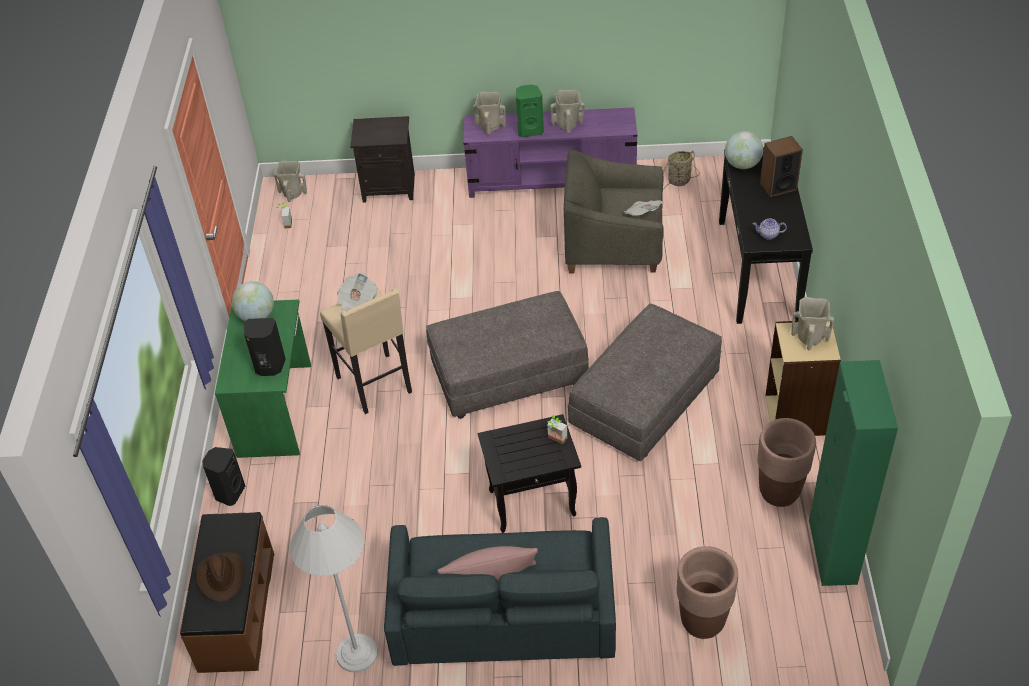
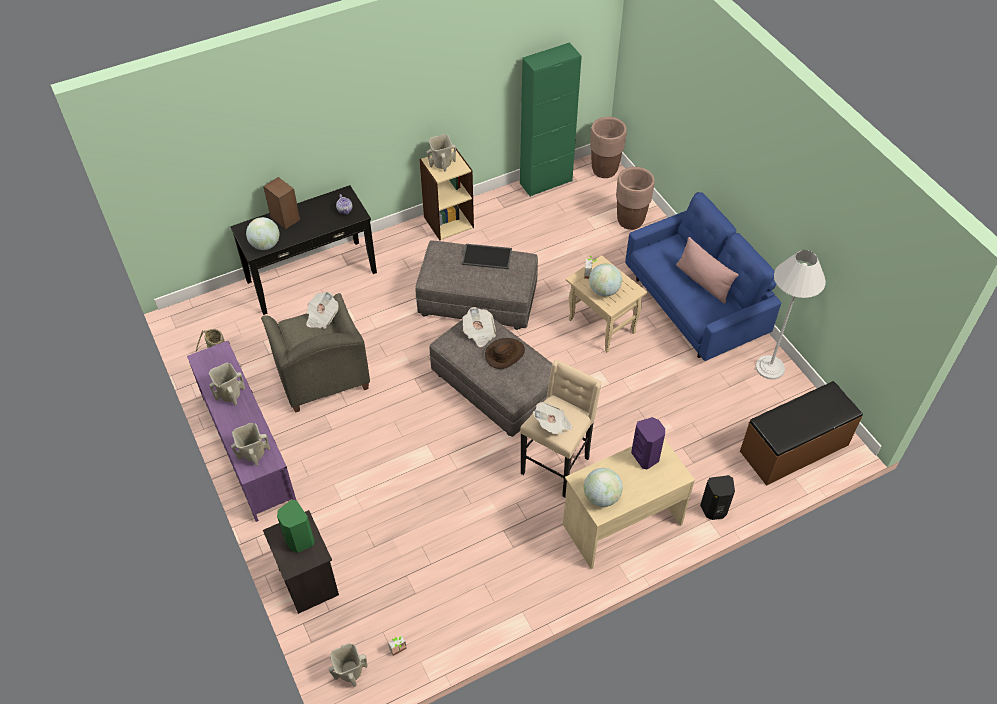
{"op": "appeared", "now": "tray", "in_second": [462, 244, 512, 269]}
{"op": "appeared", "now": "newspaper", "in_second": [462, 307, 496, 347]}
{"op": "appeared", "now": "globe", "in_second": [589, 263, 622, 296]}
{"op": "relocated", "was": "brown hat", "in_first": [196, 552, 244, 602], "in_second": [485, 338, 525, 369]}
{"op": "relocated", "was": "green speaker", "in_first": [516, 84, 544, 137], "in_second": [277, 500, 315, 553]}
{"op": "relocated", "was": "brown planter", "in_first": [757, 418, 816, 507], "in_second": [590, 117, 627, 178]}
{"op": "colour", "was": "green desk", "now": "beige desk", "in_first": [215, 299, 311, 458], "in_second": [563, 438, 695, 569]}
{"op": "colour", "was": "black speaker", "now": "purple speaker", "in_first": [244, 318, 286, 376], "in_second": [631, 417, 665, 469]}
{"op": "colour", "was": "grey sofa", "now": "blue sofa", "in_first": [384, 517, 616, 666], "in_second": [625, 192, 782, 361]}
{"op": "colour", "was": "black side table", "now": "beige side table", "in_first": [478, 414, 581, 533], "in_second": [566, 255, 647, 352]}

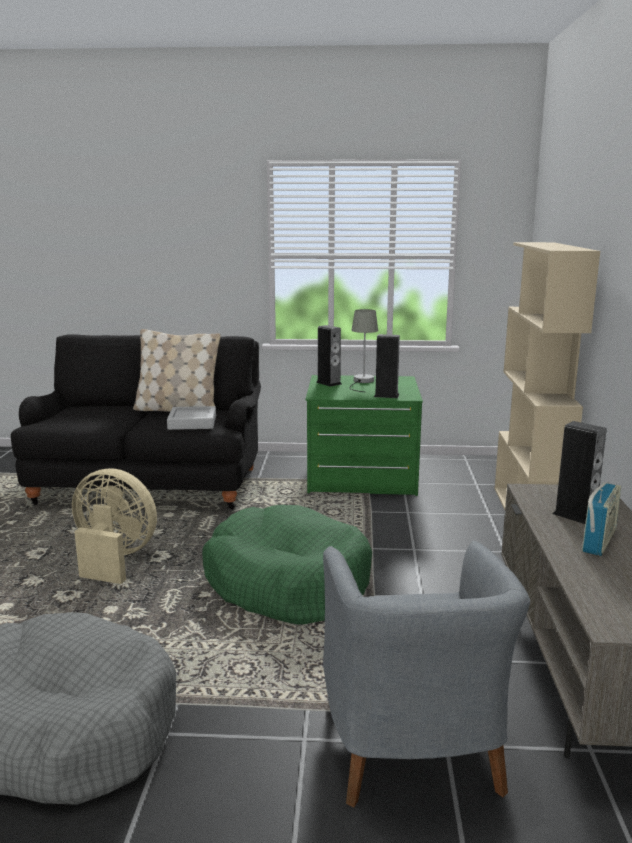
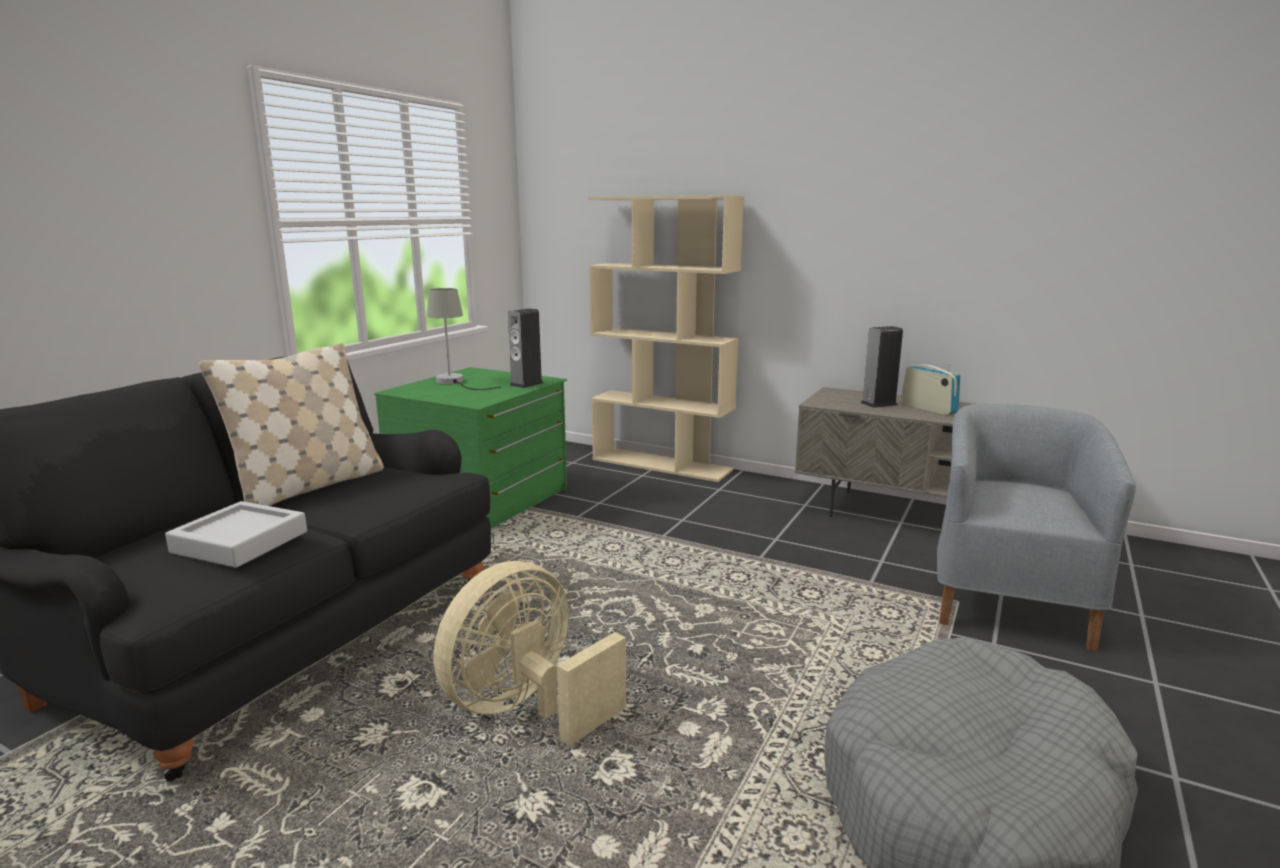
{"op": "missing", "was": "green dog bed", "in_first": [202, 505, 372, 625]}
{"op": "missing", "was": "speaker", "in_first": [316, 325, 341, 387]}
{"op": "relocated", "was": "grey tray", "in_first": [167, 406, 216, 430], "in_second": [165, 501, 307, 568]}
{"op": "spun", "was": "grey armchair", "in_first": [323, 541, 530, 808], "in_second": [937, 404, 1136, 652], "clockwise": -90}

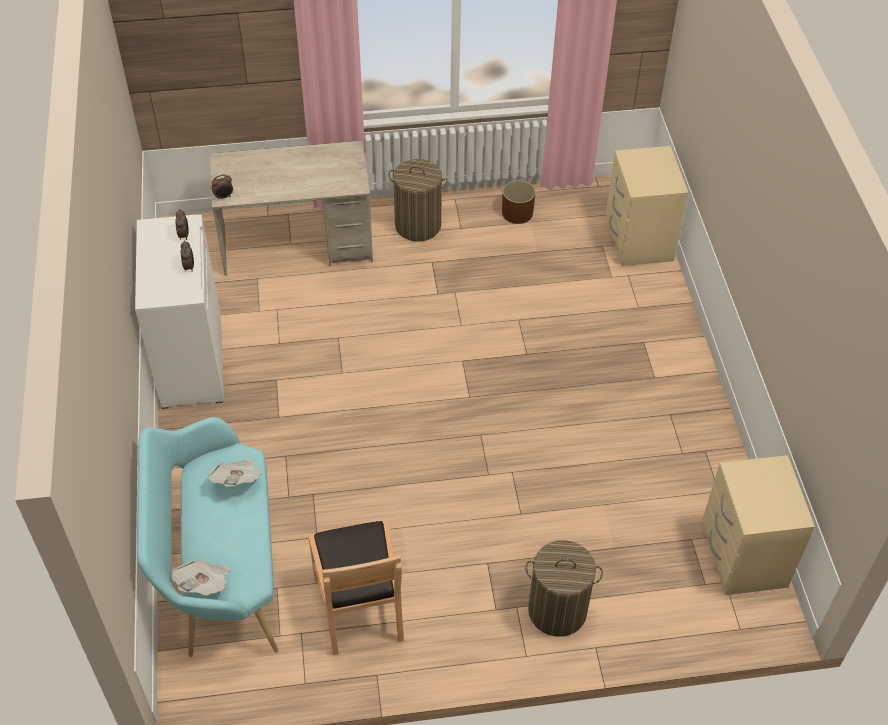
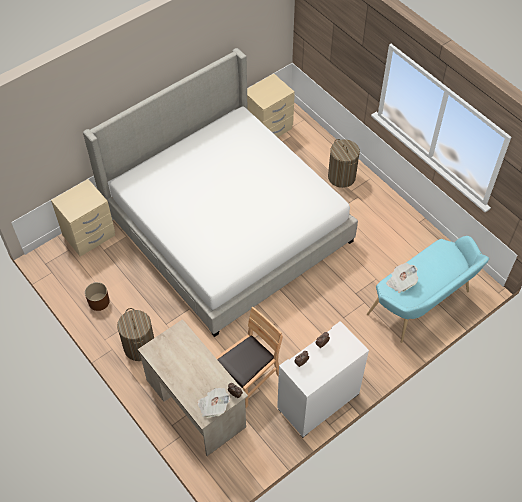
{"op": "appeared", "now": "bed", "in_second": [83, 48, 358, 337]}
{"op": "relocated", "was": "newspaper", "in_first": [171, 559, 230, 595], "in_second": [197, 388, 230, 417]}
{"op": "relocated", "was": "brown chair", "in_first": [308, 521, 404, 655], "in_second": [216, 307, 283, 408]}

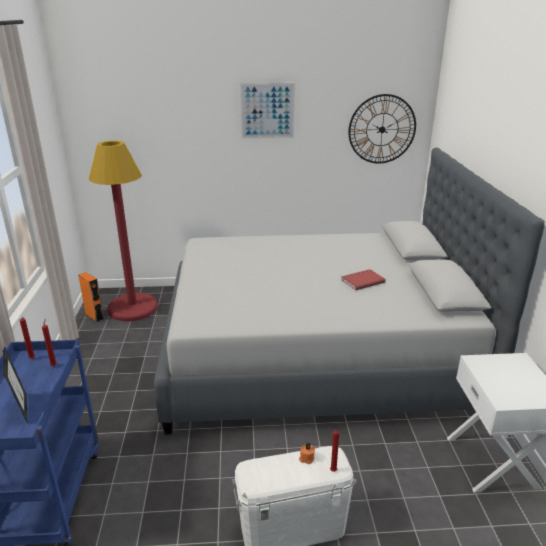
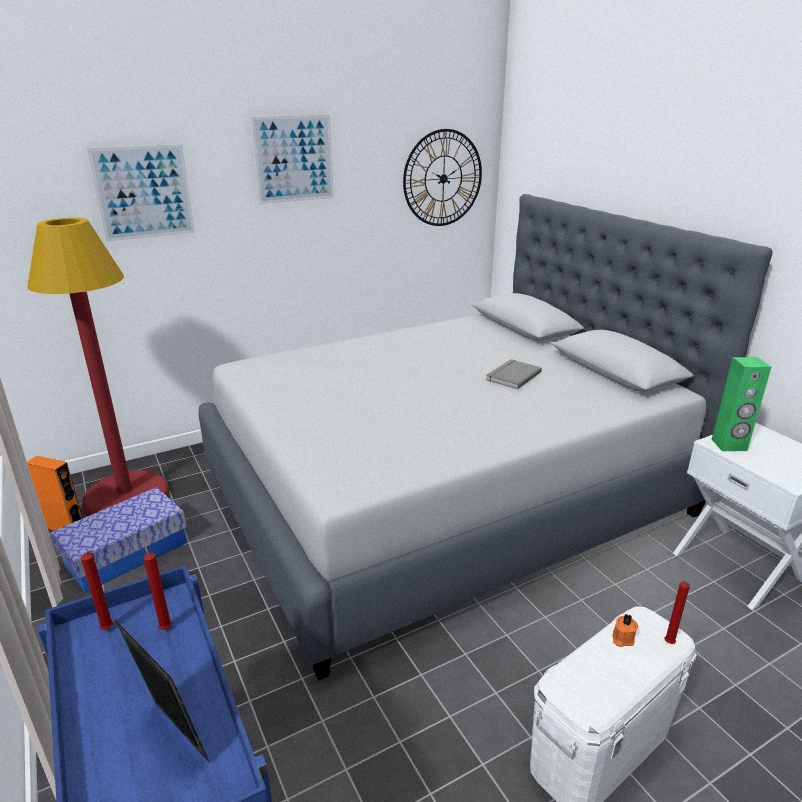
{"op": "appeared", "now": "storage box", "in_second": [51, 487, 187, 593]}
{"op": "appeared", "now": "picture", "in_second": [87, 144, 195, 242]}
{"op": "appeared", "now": "green speaker", "in_second": [711, 357, 772, 451]}
{"op": "colour", "was": "red book", "now": "grey book", "in_first": [341, 269, 386, 290], "in_second": [486, 359, 542, 389]}

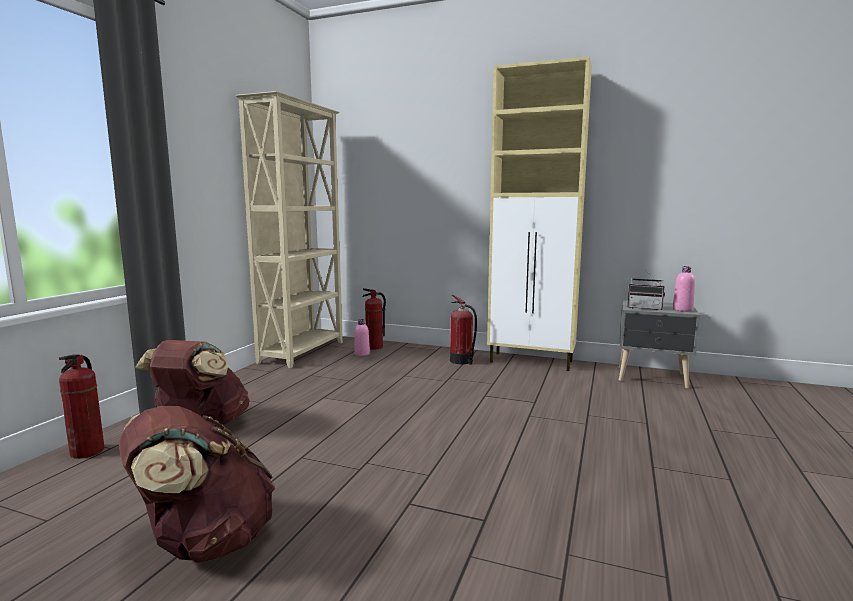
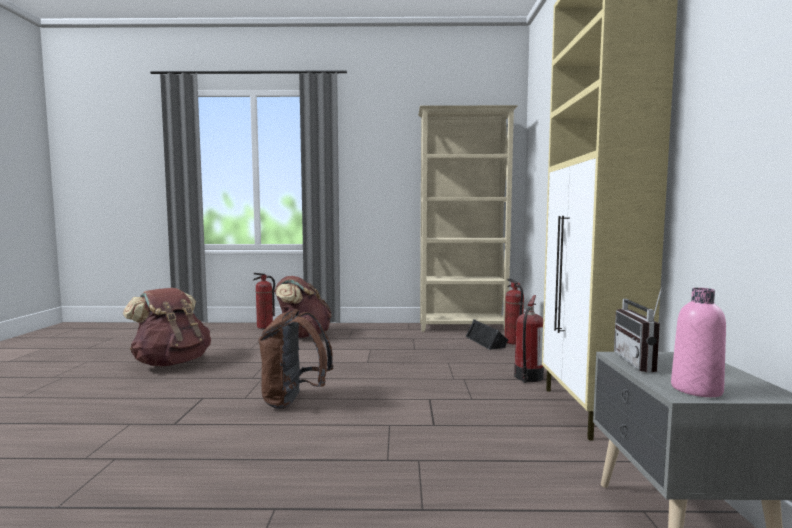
{"op": "appeared", "now": "brown backpack", "in_second": [258, 309, 334, 409]}
{"op": "exchanged", "was": "pink bottle", "now": "black speaker", "in_first": [355, 319, 370, 356], "in_second": [465, 319, 508, 350]}

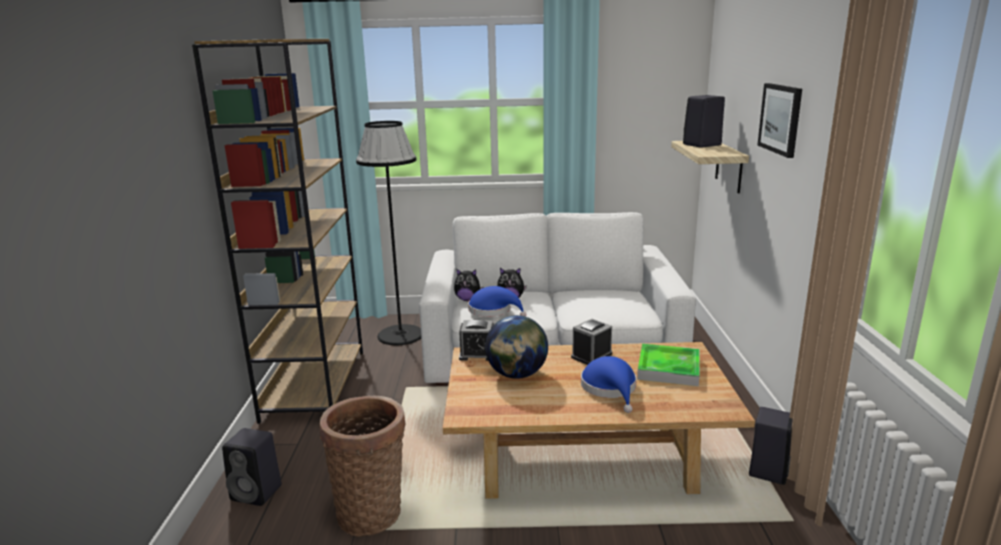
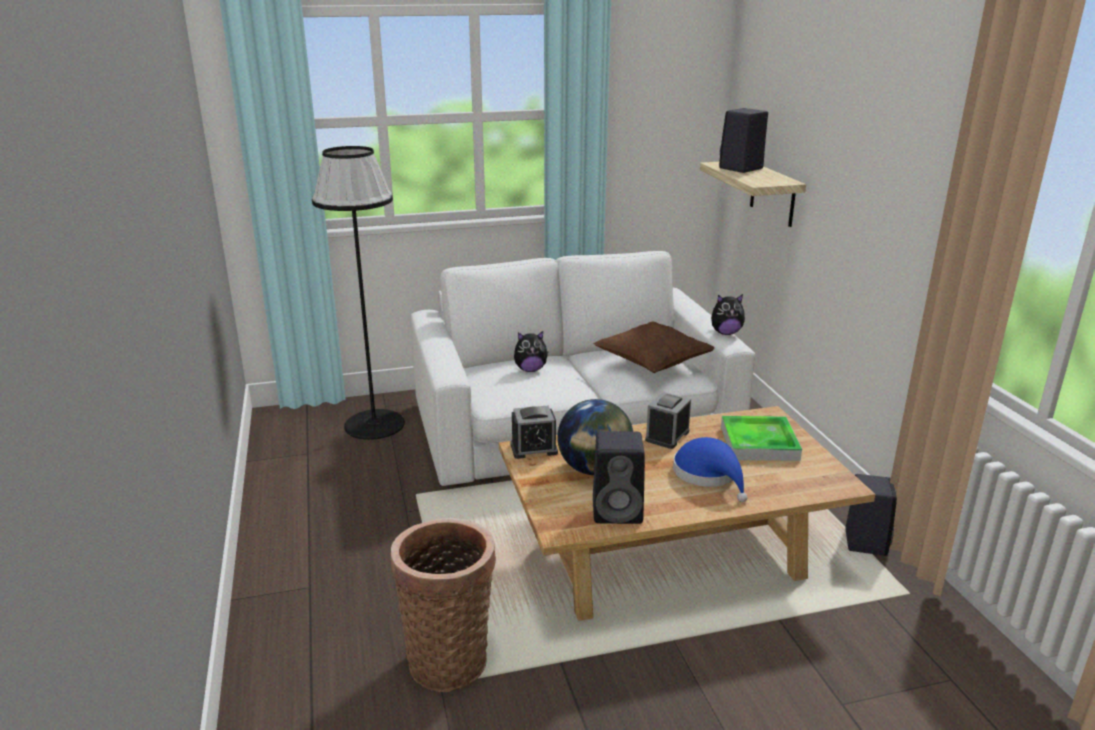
{"op": "missing", "was": "brown bookcase", "in_first": [192, 39, 363, 424]}
{"op": "missing", "was": "blue hat", "in_first": [468, 286, 526, 317]}
{"op": "missing", "was": "picture", "in_first": [758, 83, 802, 158]}
{"op": "appeared", "now": "brown pillow", "in_second": [593, 321, 714, 373]}
{"op": "relocated", "was": "black speaker", "in_first": [222, 428, 282, 506], "in_second": [593, 431, 645, 524]}
{"op": "relocated", "was": "plush toy", "in_first": [454, 269, 484, 301], "in_second": [711, 294, 745, 335]}

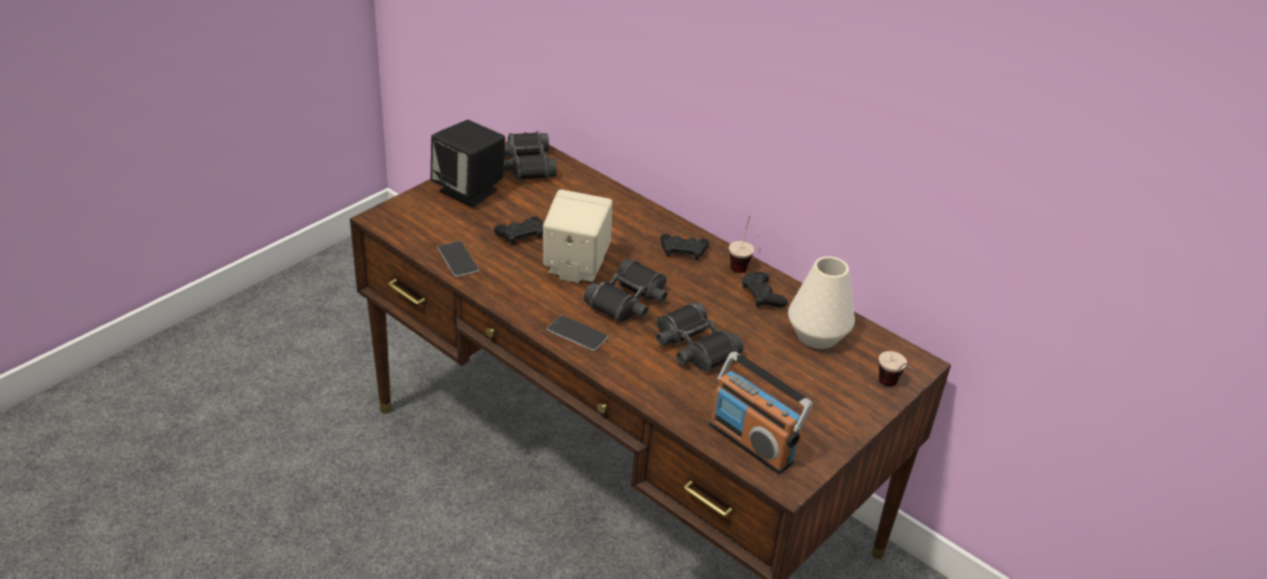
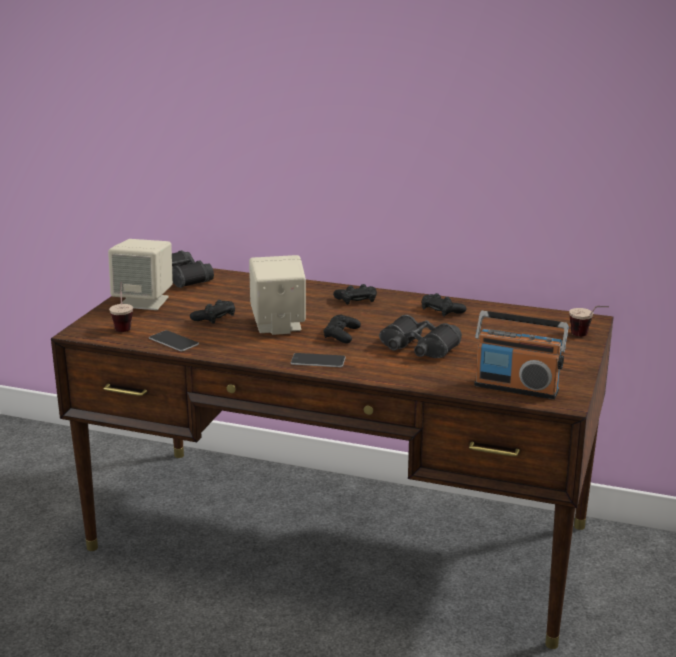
{"op": "missing", "was": "white vase", "in_first": [788, 256, 855, 349]}
{"op": "relocated", "was": "cup", "in_first": [729, 216, 754, 273], "in_second": [109, 282, 133, 332]}
{"op": "exchanged", "was": "black binoculars", "now": "black game controller", "in_first": [584, 259, 667, 322], "in_second": [324, 314, 361, 343]}
{"op": "colour", "was": "black speaker", "now": "beige speaker", "in_first": [430, 120, 505, 207], "in_second": [108, 239, 173, 310]}

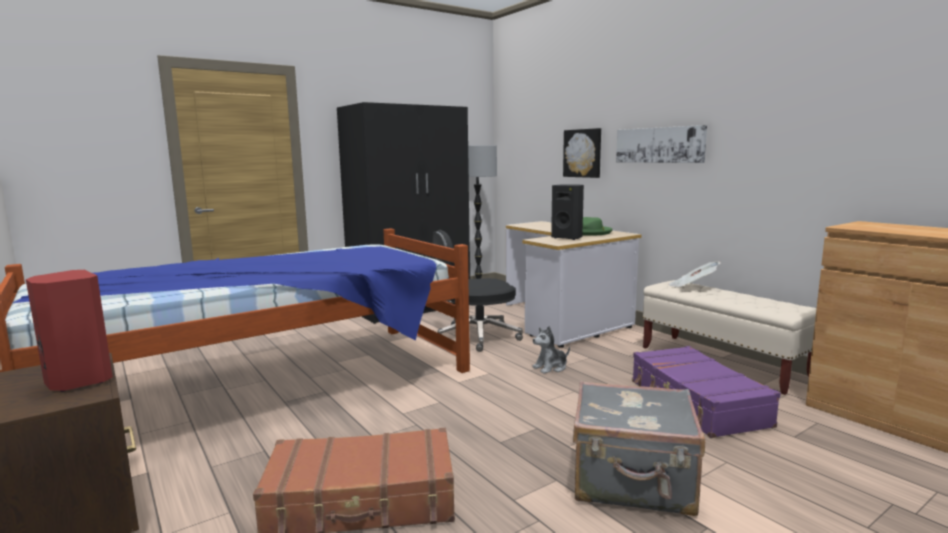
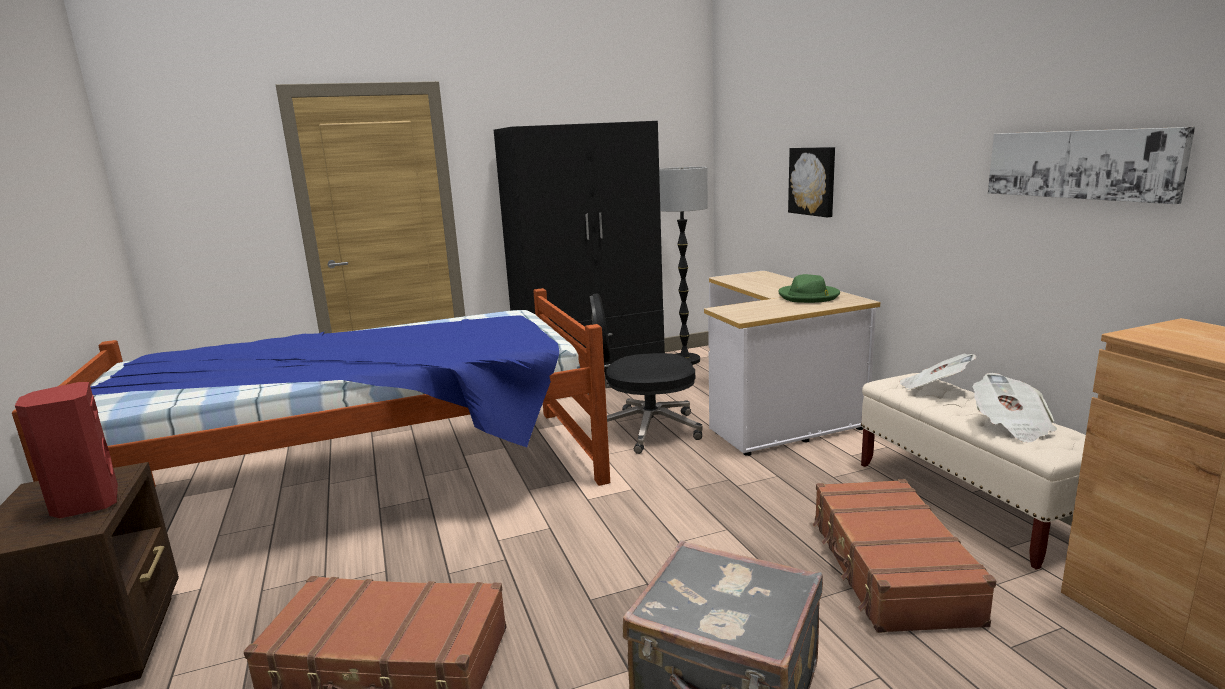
{"op": "missing", "was": "plush toy", "in_first": [532, 326, 570, 374]}
{"op": "missing", "was": "black speaker", "in_first": [551, 184, 584, 240]}
{"op": "appeared", "now": "newspaper", "in_second": [973, 373, 1057, 443]}
{"op": "relocated", "was": "picture", "in_first": [616, 125, 707, 163], "in_second": [988, 127, 1195, 204]}
{"op": "colour", "was": "purple suitcase", "now": "brown suitcase", "in_first": [632, 346, 781, 438], "in_second": [812, 479, 996, 633]}

